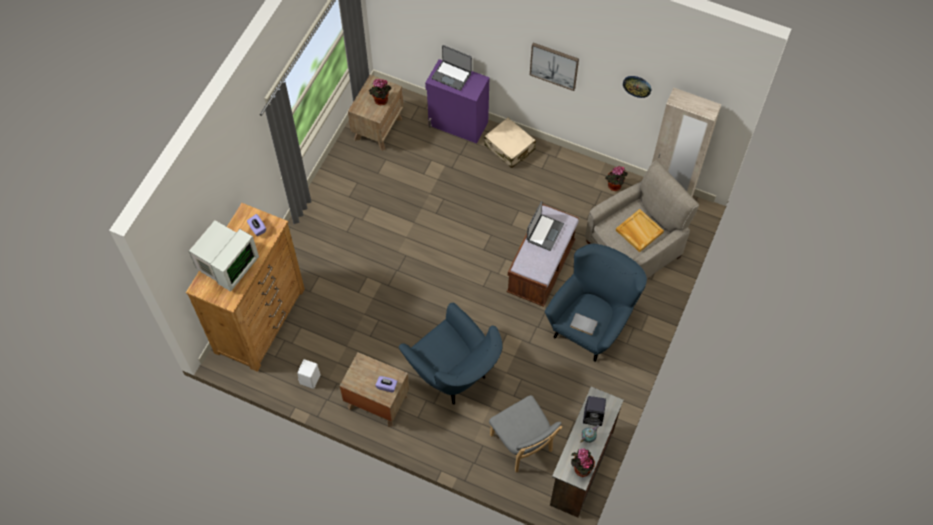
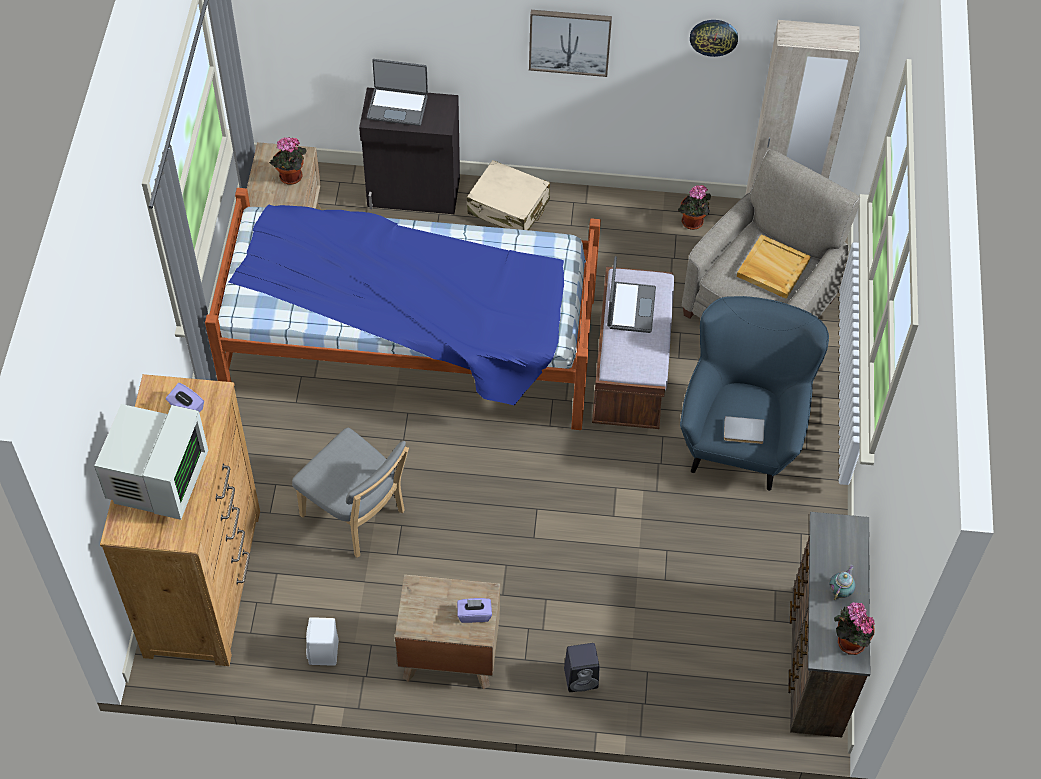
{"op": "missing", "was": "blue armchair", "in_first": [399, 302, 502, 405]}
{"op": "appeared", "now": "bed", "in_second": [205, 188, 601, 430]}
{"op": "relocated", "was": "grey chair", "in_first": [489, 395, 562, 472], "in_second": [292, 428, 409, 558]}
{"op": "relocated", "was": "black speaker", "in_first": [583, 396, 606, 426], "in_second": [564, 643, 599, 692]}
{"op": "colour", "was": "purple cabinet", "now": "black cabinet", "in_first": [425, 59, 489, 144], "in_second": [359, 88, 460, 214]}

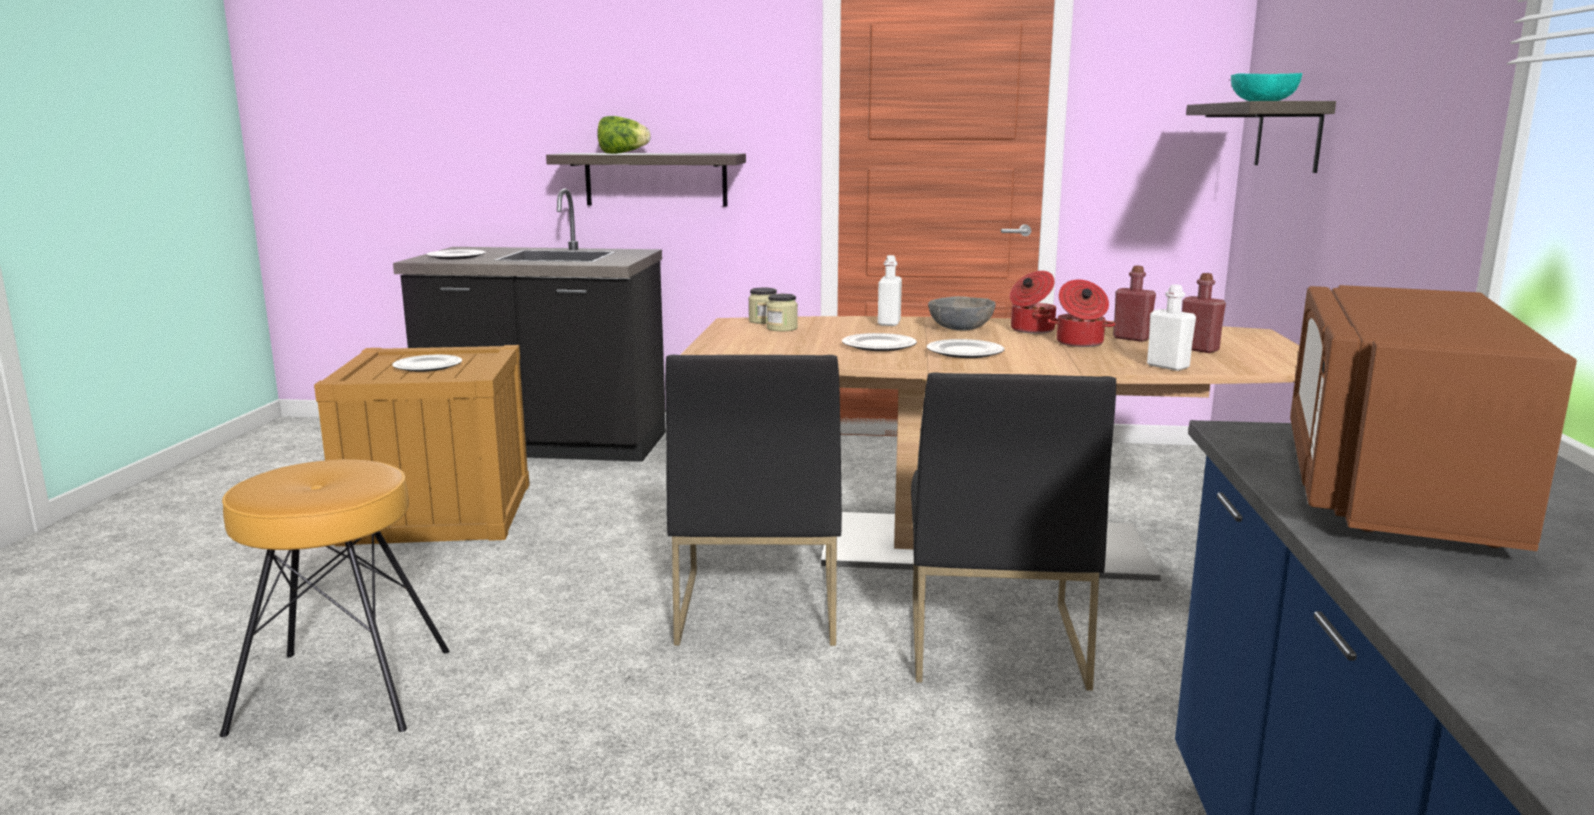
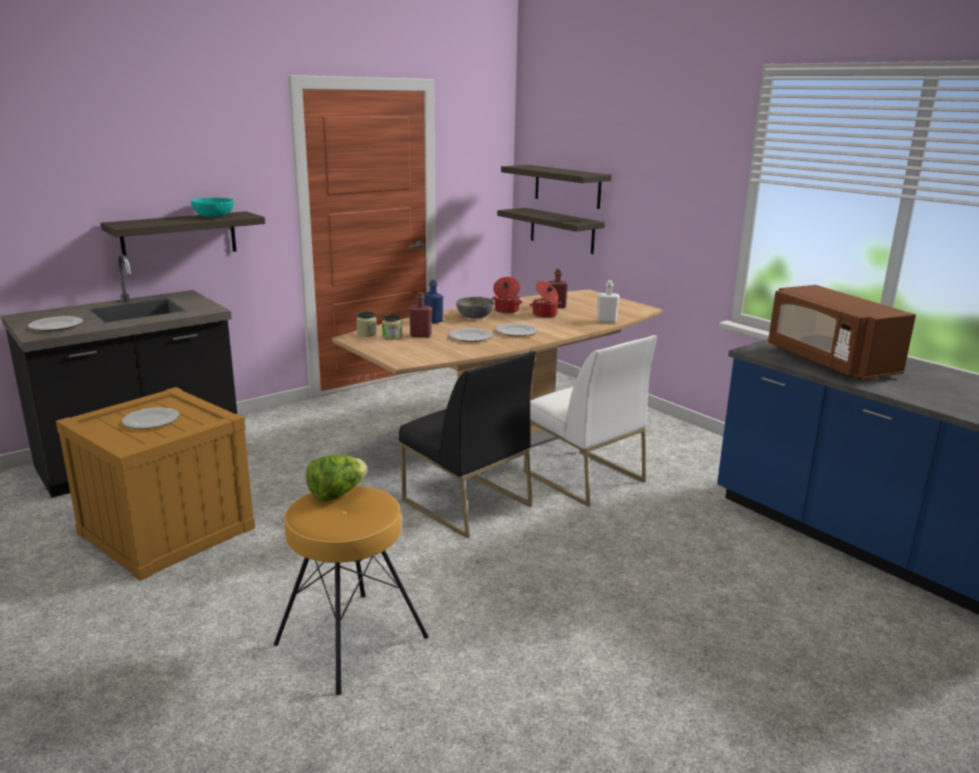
{"op": "appeared", "now": "shelf", "in_second": [497, 208, 605, 254]}
{"op": "relocated", "was": "lettuce", "in_first": [597, 116, 650, 154], "in_second": [306, 455, 368, 501]}
{"op": "relocated", "was": "red bottle", "in_first": [1182, 273, 1226, 353], "in_second": [409, 292, 432, 337]}
{"op": "relocated", "was": "turquoise bowl", "in_first": [1231, 73, 1302, 101], "in_second": [191, 197, 234, 218]}
{"op": "colour", "was": "white bottle", "now": "blue bottle", "in_first": [878, 255, 902, 326], "in_second": [424, 280, 443, 323]}
{"op": "colour", "was": "black chair", "now": "white chair", "in_first": [911, 372, 1116, 691], "in_second": [524, 335, 657, 507]}

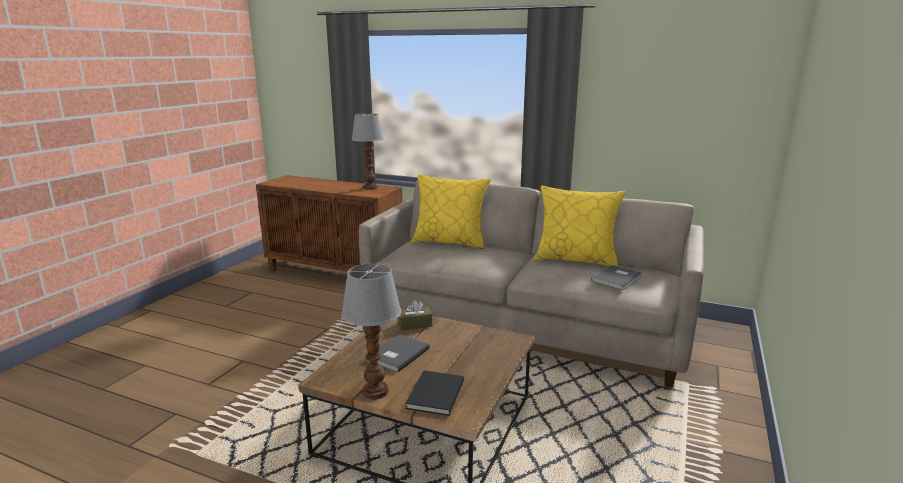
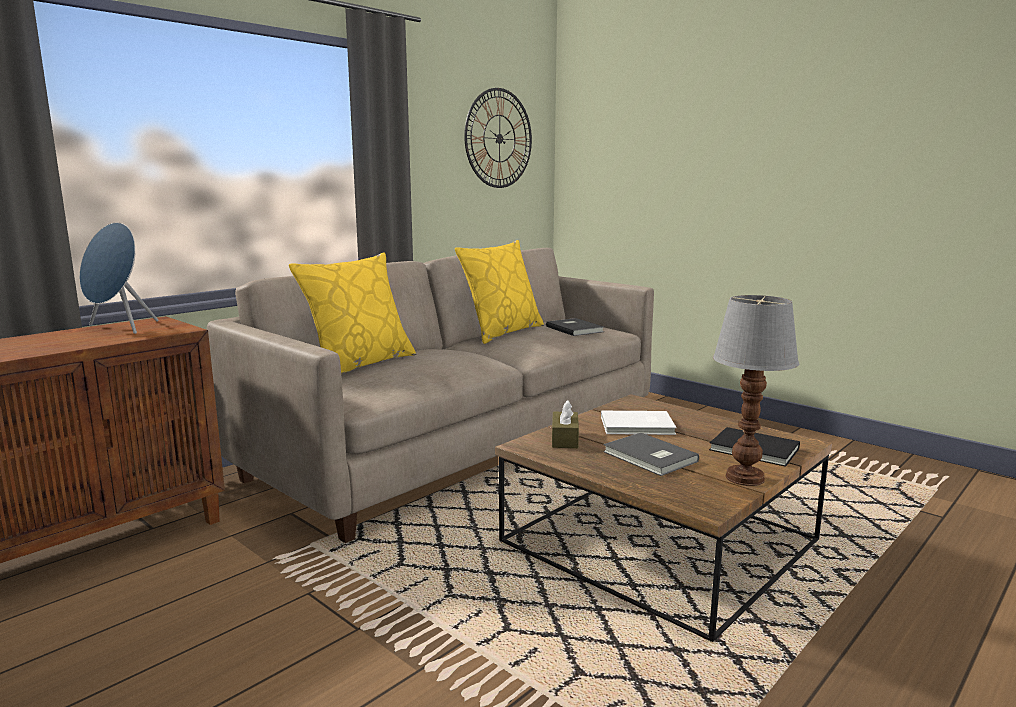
{"op": "appeared", "now": "wall clock", "in_second": [464, 88, 532, 188]}
{"op": "appeared", "now": "white book", "in_second": [601, 411, 677, 435]}
{"op": "exchanged", "was": "table lamp", "now": "blue speaker", "in_first": [351, 113, 384, 190], "in_second": [79, 223, 158, 334]}

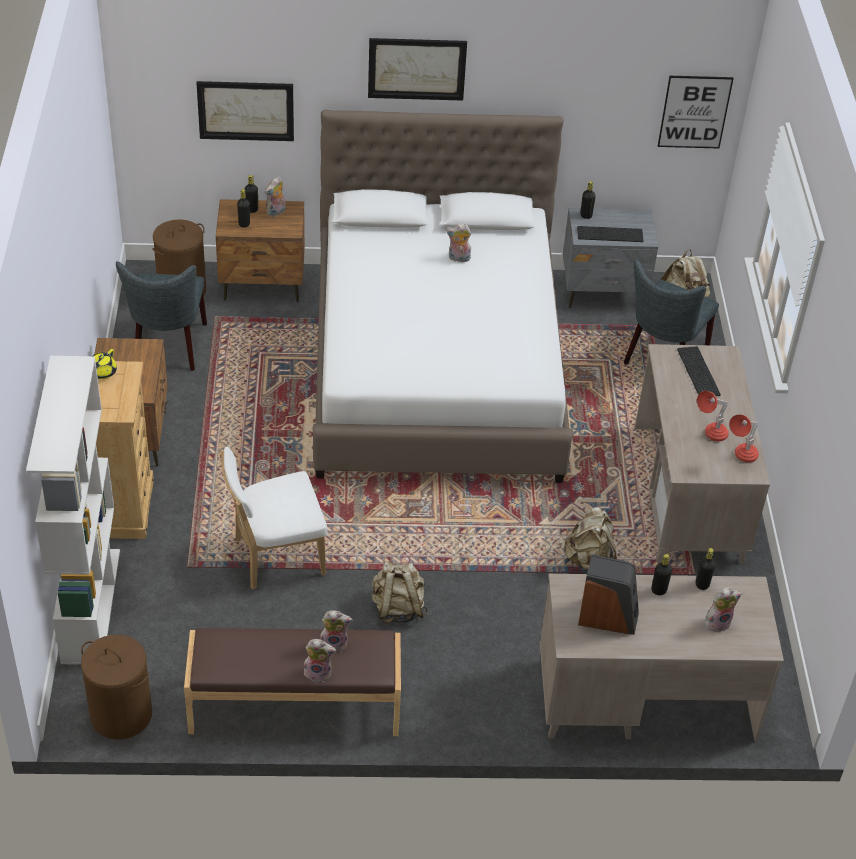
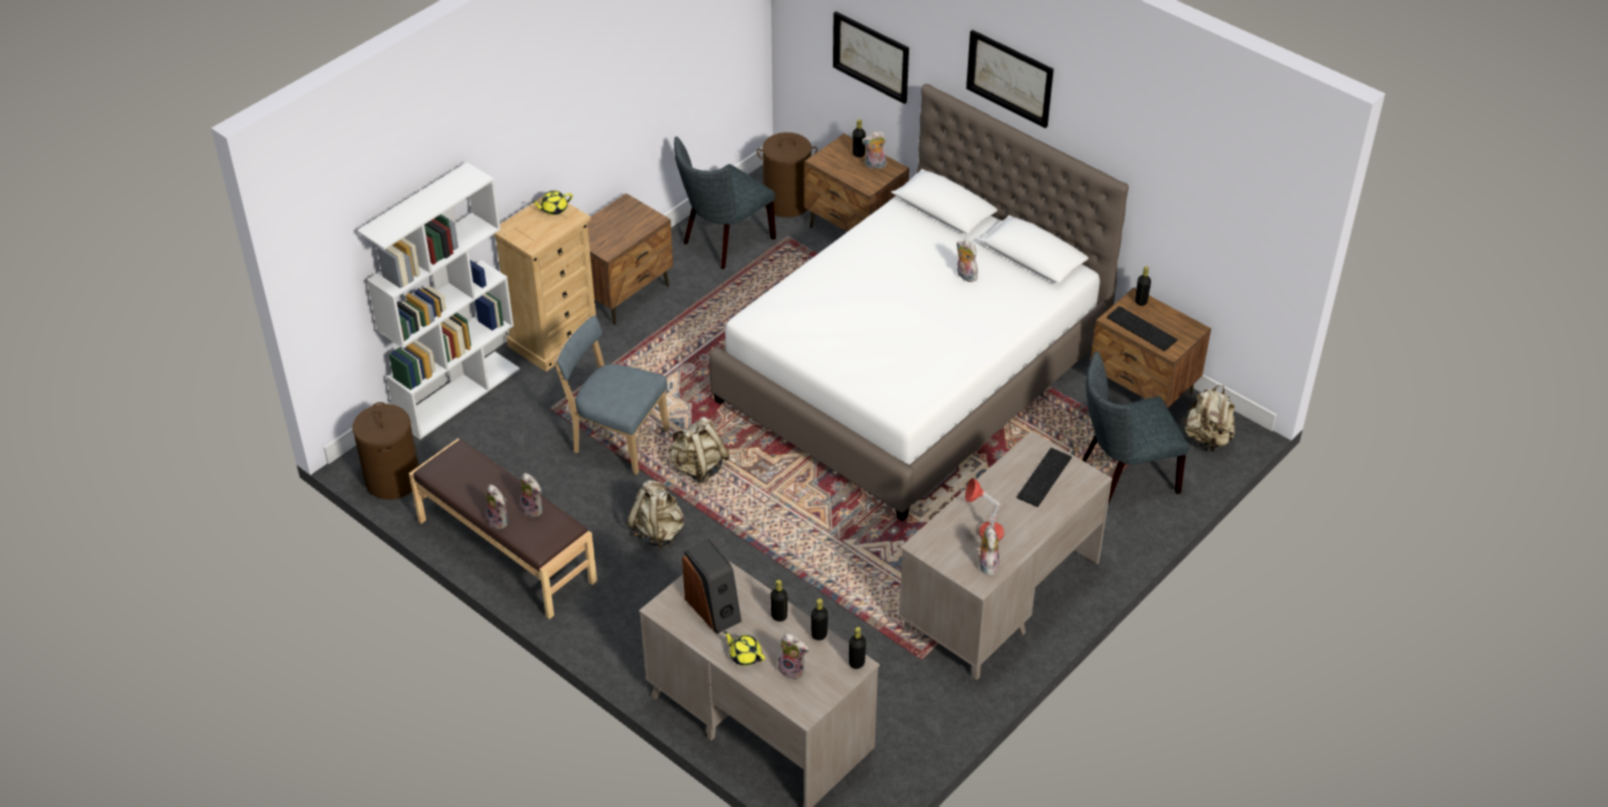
{"op": "missing", "was": "picture", "in_first": [658, 76, 734, 148]}
{"op": "appeared", "now": "yellow teapot", "in_second": [724, 631, 765, 666]}
{"op": "relocated", "was": "black bottle", "in_first": [237, 189, 250, 228], "in_second": [849, 627, 866, 669]}
{"op": "relocated", "was": "beige backpack", "in_first": [564, 507, 617, 570], "in_second": [668, 417, 730, 484]}
{"op": "exchanged", "was": "red table lamp", "now": "plush toy", "in_first": [729, 414, 759, 463], "in_second": [976, 525, 999, 575]}
{"op": "colour", "was": "white chair", "now": "blue chair", "in_first": [220, 446, 328, 589], "in_second": [554, 316, 669, 475]}
{"op": "colour", "was": "grey nightstand", "now": "brown nightstand", "in_first": [563, 208, 658, 308], "in_second": [1090, 288, 1211, 408]}

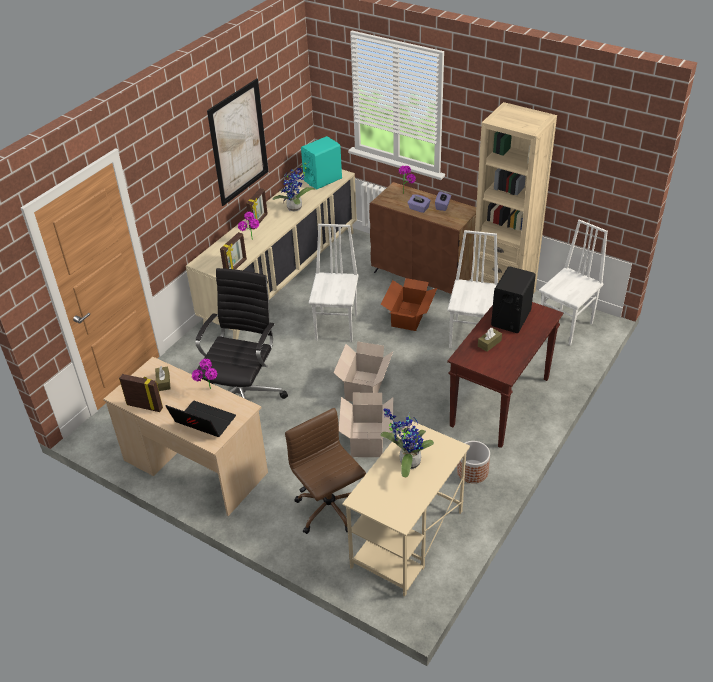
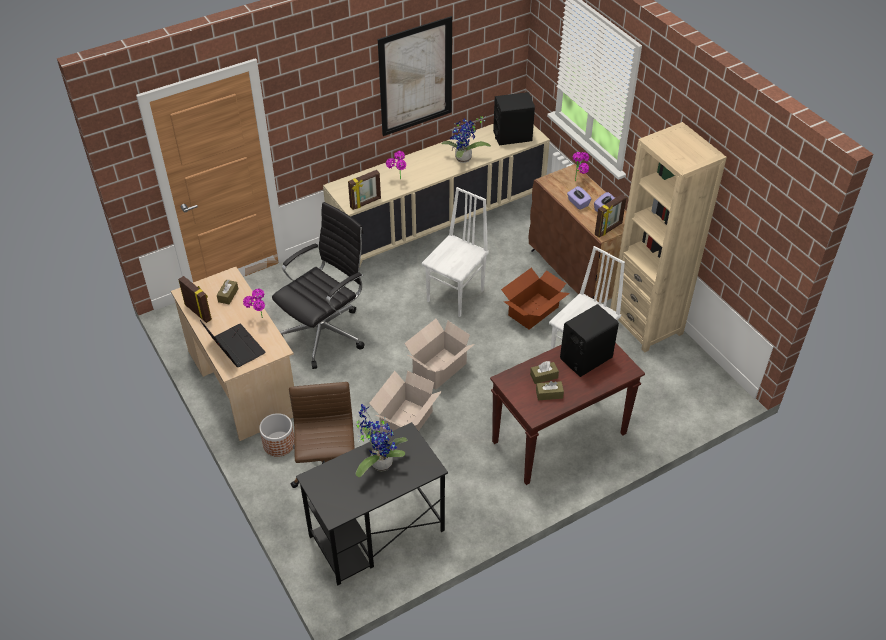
{"op": "missing", "was": "white chair", "in_first": [539, 220, 608, 345]}
{"op": "appeared", "now": "brown tissue box", "in_second": [536, 381, 564, 400]}
{"op": "relocated", "was": "picture frame", "in_first": [246, 188, 268, 229], "in_second": [595, 194, 627, 238]}
{"op": "relocated", "was": "planter", "in_first": [457, 441, 490, 483], "in_second": [259, 413, 294, 457]}
{"op": "colour", "was": "turquoise speaker", "now": "black speaker", "in_first": [301, 136, 342, 190], "in_second": [493, 92, 535, 145]}
{"op": "colour", "was": "beige desk", "now": "black desk", "in_first": [342, 421, 470, 597], "in_second": [296, 422, 448, 585]}

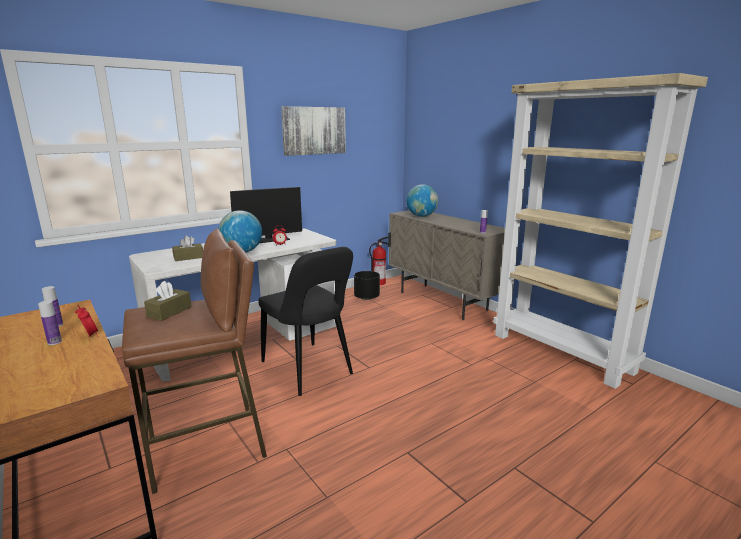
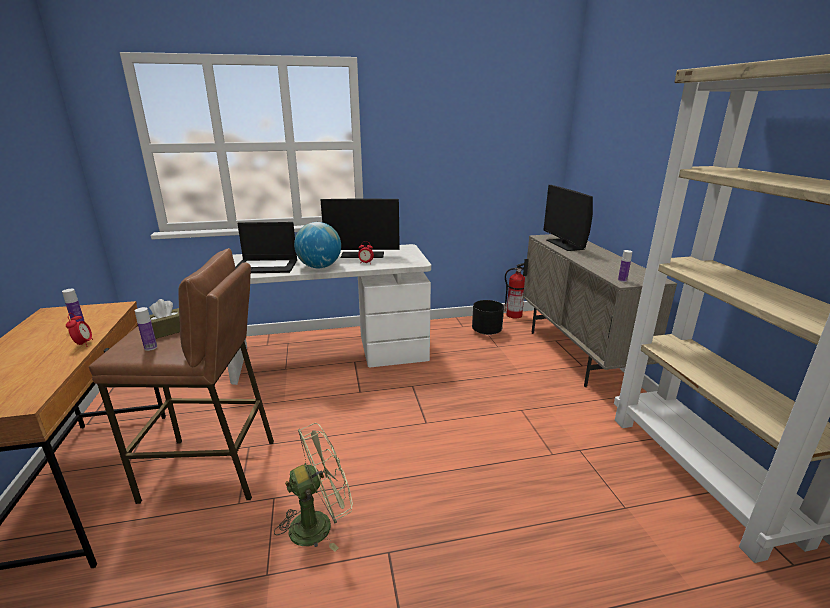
{"op": "missing", "was": "black chair", "in_first": [258, 247, 353, 396]}
{"op": "missing", "was": "picture", "in_first": [281, 106, 346, 156]}
{"op": "appeared", "now": "green fan", "in_second": [274, 423, 353, 552]}
{"op": "relocated", "was": "bottle", "in_first": [38, 300, 62, 345], "in_second": [135, 307, 157, 351]}
{"op": "exchanged", "was": "brown tissue box", "now": "laptop", "in_first": [172, 236, 203, 261], "in_second": [235, 222, 297, 273]}
{"op": "exchanged", "was": "globe", "now": "monitor", "in_first": [406, 184, 438, 217], "in_second": [543, 185, 593, 251]}

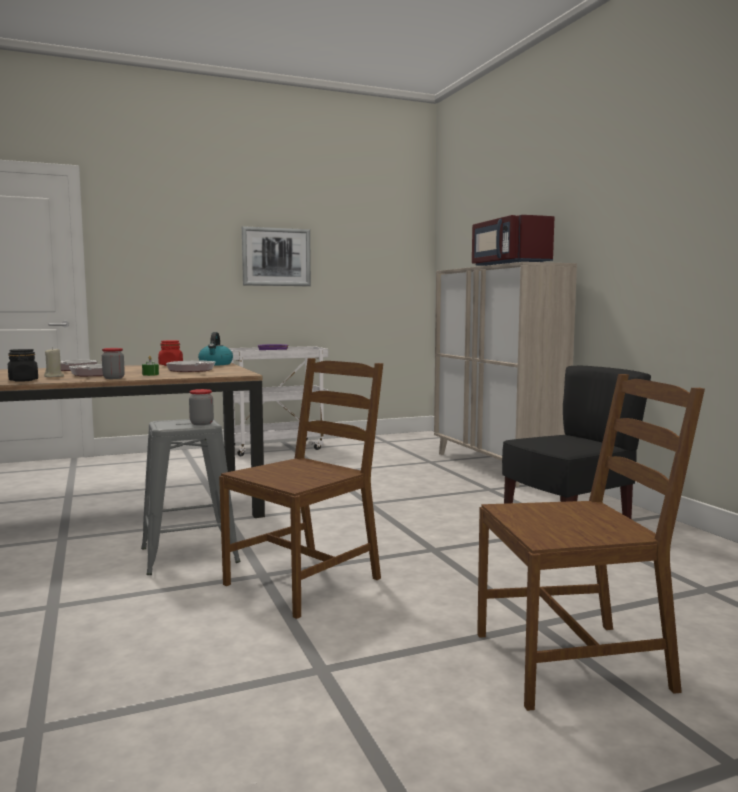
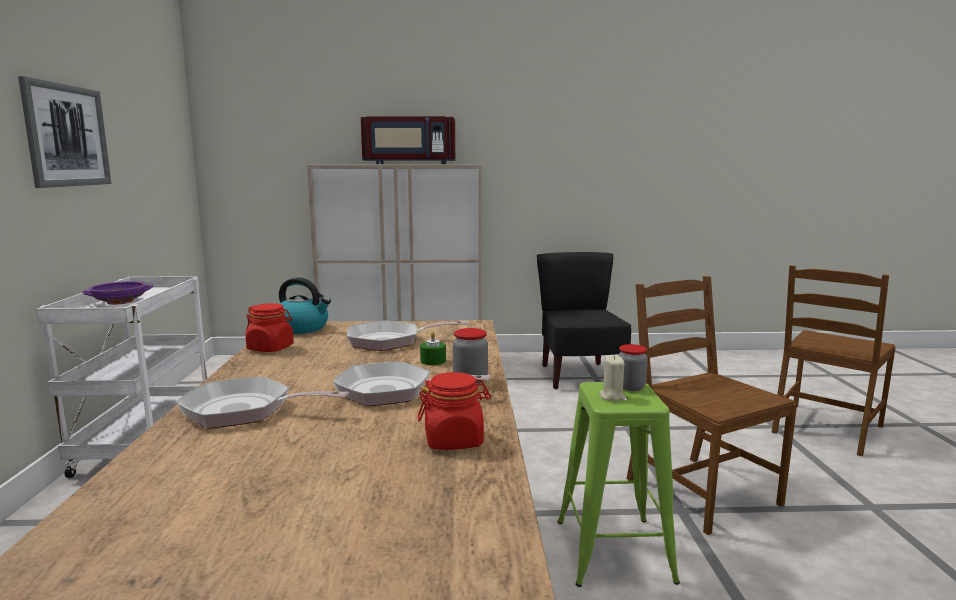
{"op": "relocated", "was": "beige candle", "in_first": [44, 347, 64, 377], "in_second": [599, 355, 625, 401]}
{"op": "colour", "was": "black jar", "now": "red jar", "in_first": [8, 349, 38, 382], "in_second": [418, 372, 491, 450]}
{"op": "colour", "was": "grey stool", "now": "green stool", "in_first": [141, 419, 241, 575], "in_second": [557, 382, 680, 587]}
{"op": "spun", "was": "brown chair", "in_first": [477, 374, 705, 711], "in_second": [771, 265, 896, 456], "clockwise": -150}

